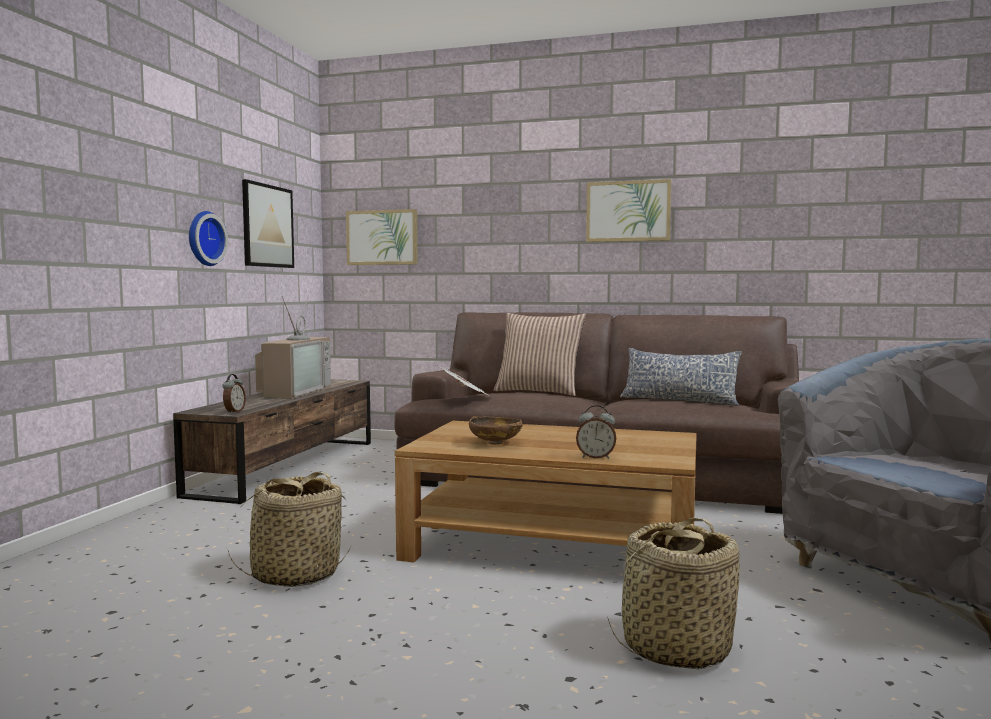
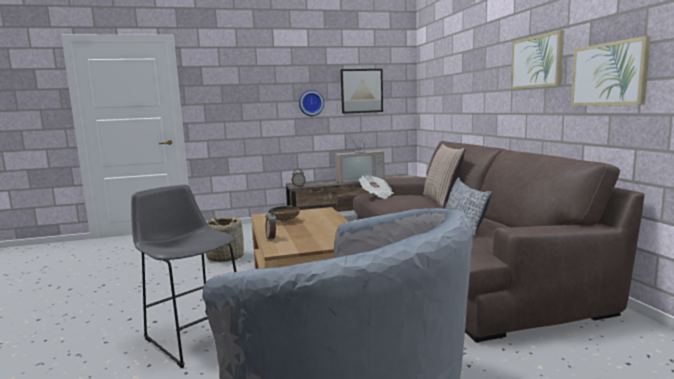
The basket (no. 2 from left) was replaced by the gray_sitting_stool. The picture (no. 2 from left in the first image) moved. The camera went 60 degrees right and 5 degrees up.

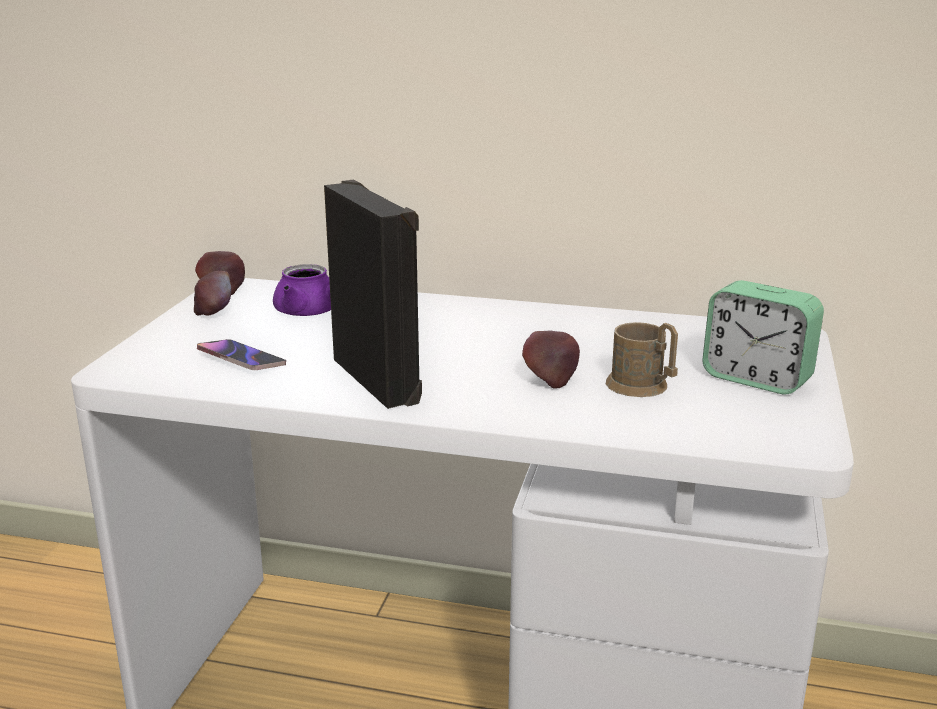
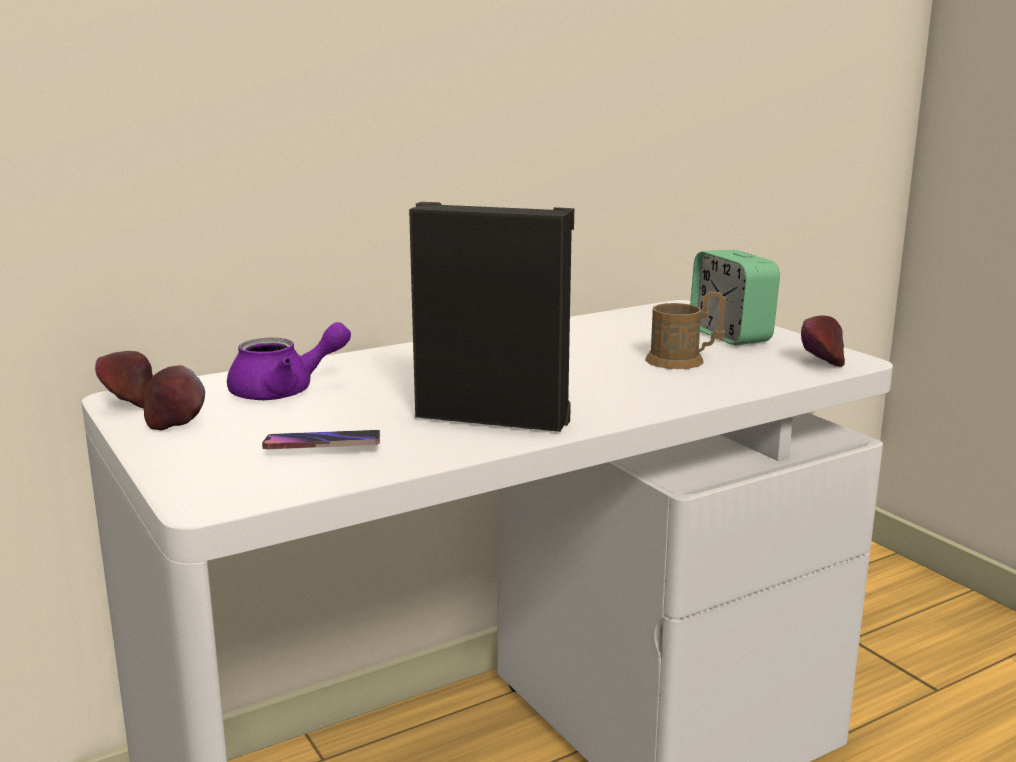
The bedside_clock turned 75 degrees clockwise. The whole_apple (no. 3 from left) moved. The camera went 45 degrees left and 5 degrees down.

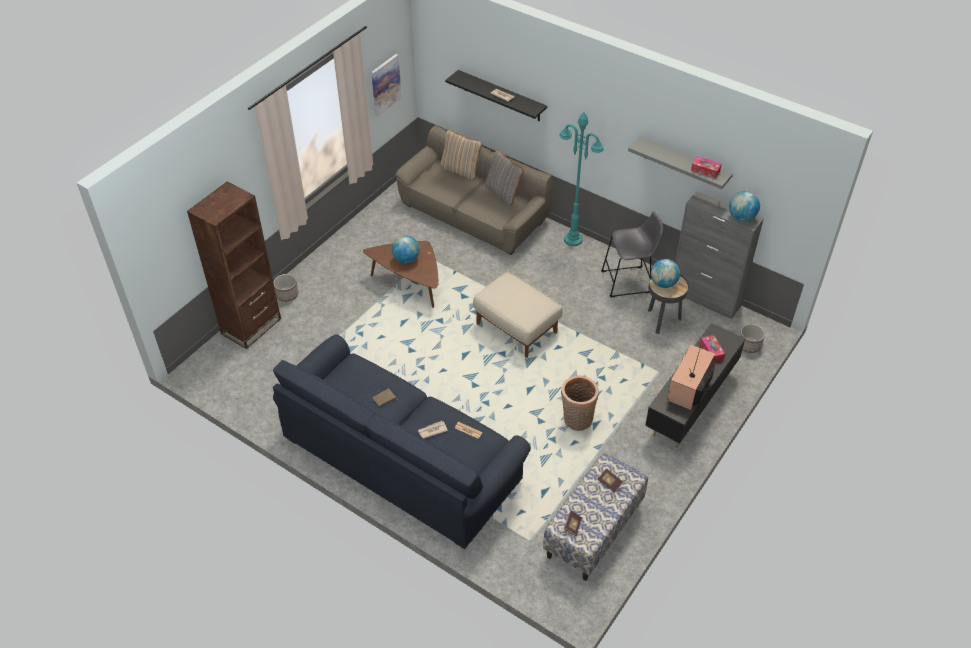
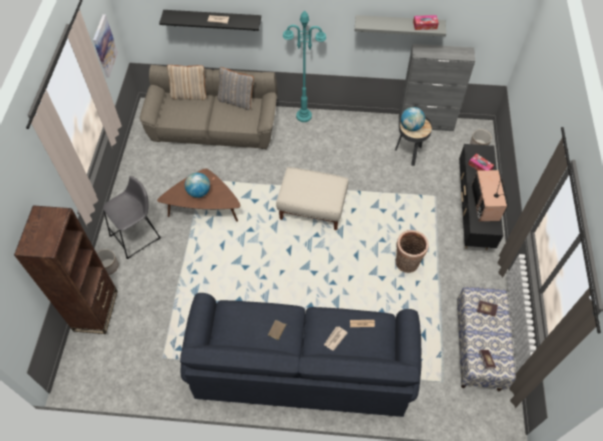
The gray_sitting_stool moved. The world_globe (no. 3 from left) disappeared. The camera went 30 degrees left and 10 degrees up.

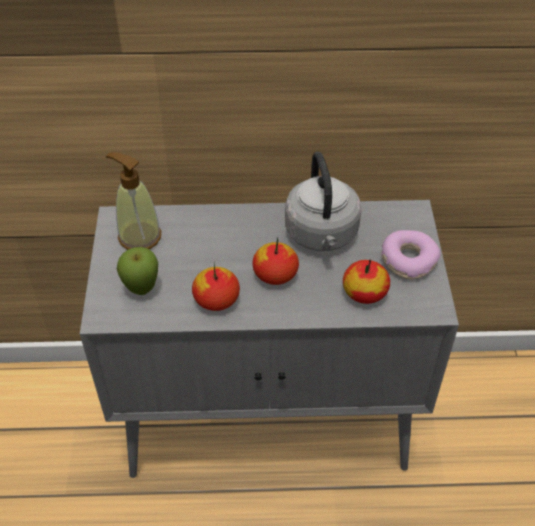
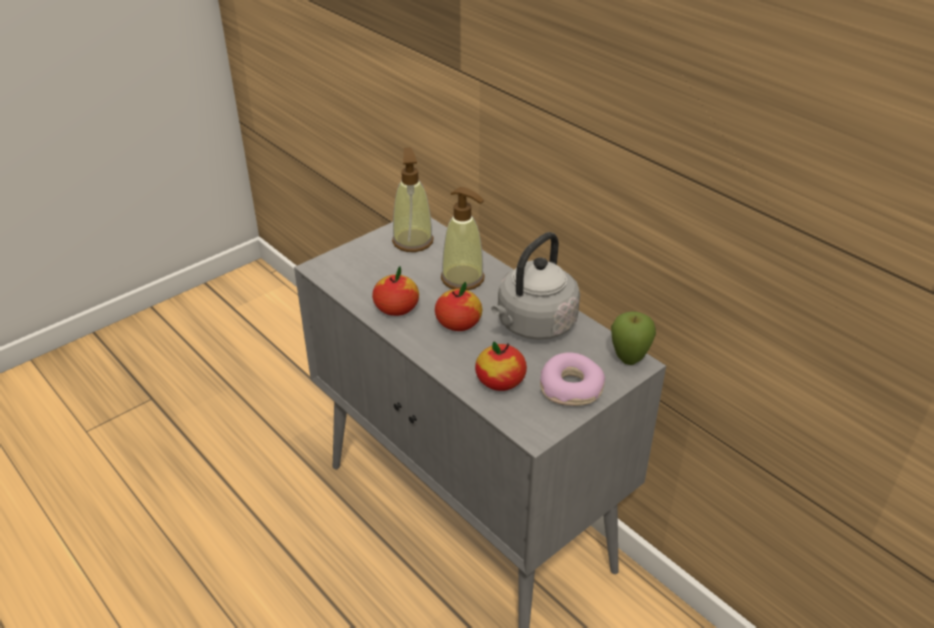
The liquid_soap_bottle (no. 2 from left) appeared. The whole_apple (no. 1 from left in the first image) moved. The camera went 50 degrees right and 10 degrees down.

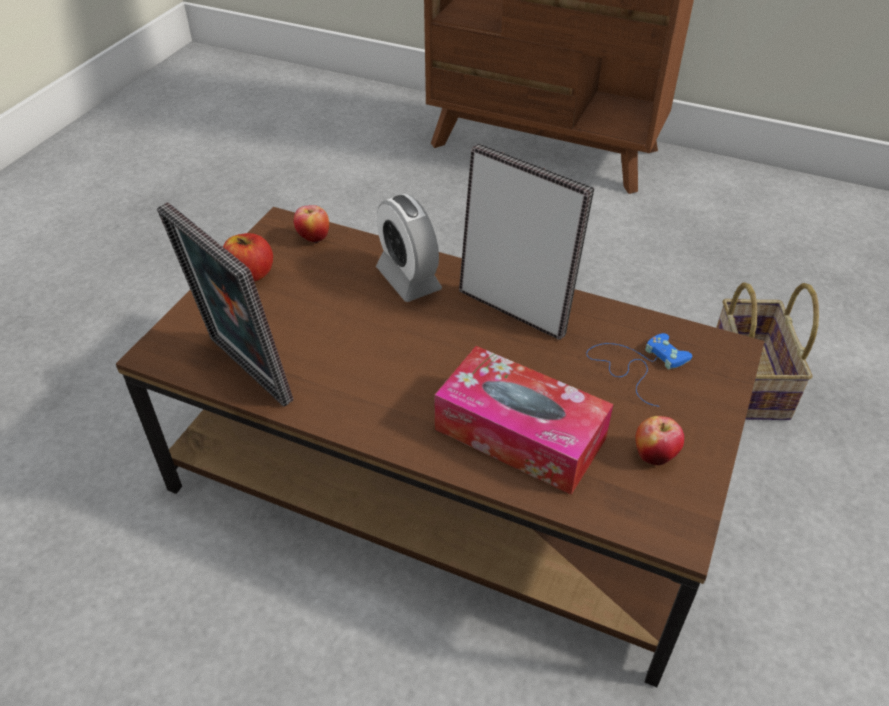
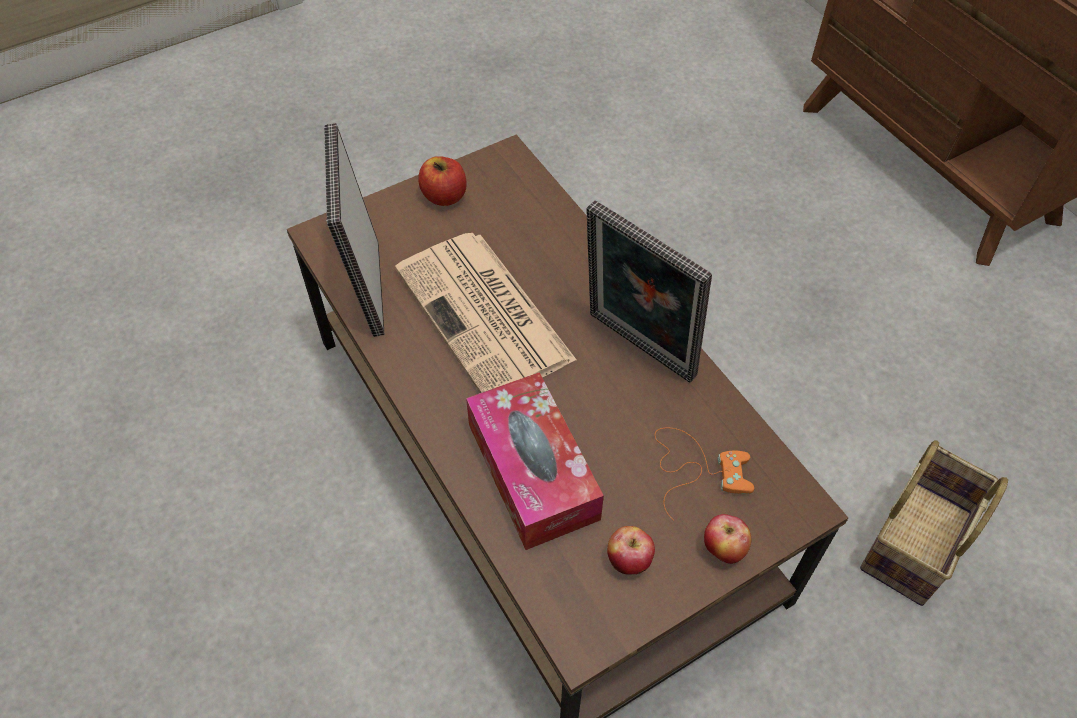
The printed_paper appeared. The photo_frame (no. 2 from left) turned 150 degrees clockwise. The blue_game_controller became the orange_game_controller. The whole_apple (no. 2 from left in the first image) moved. The bedside_clock disappeared. The camera went 35 degrees right and 10 degrees up.

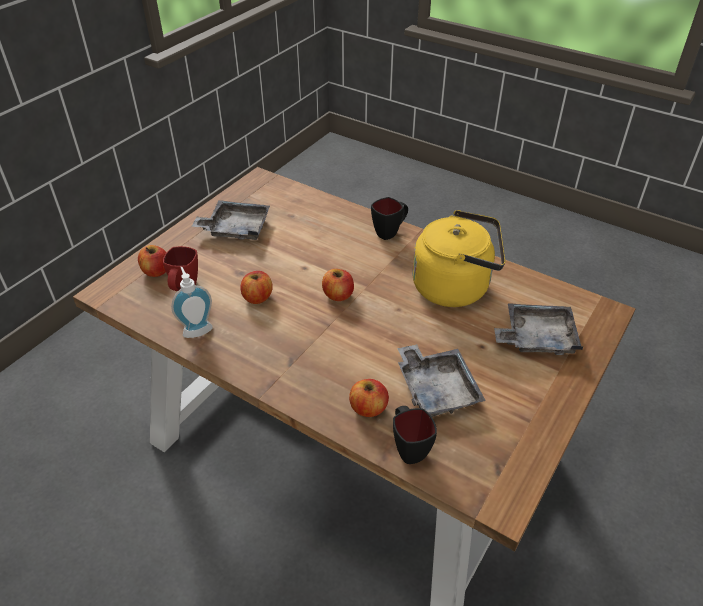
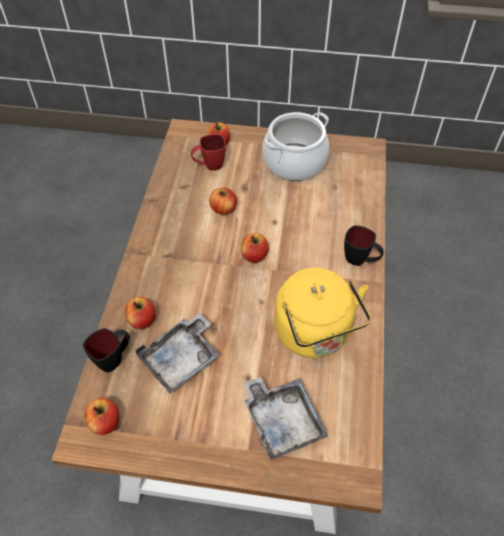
The whole_apple (no. 1 from left) appeared. The gray_carrying_tray (no. 1 from left) was replaced by the cooking_pot. The liquid_soap_bottle disappeared. The camera went 65 degrees right and 10 degrees up.

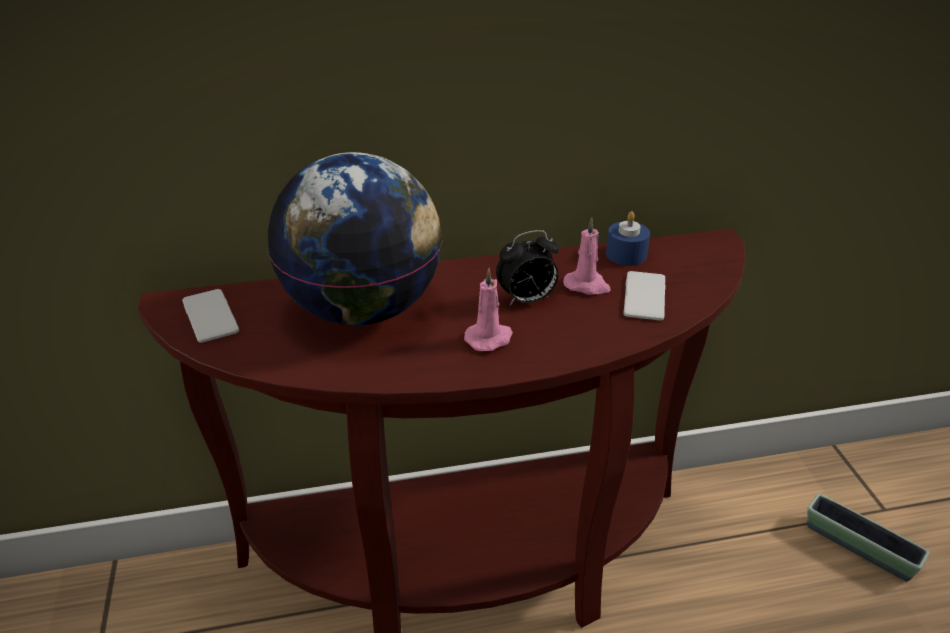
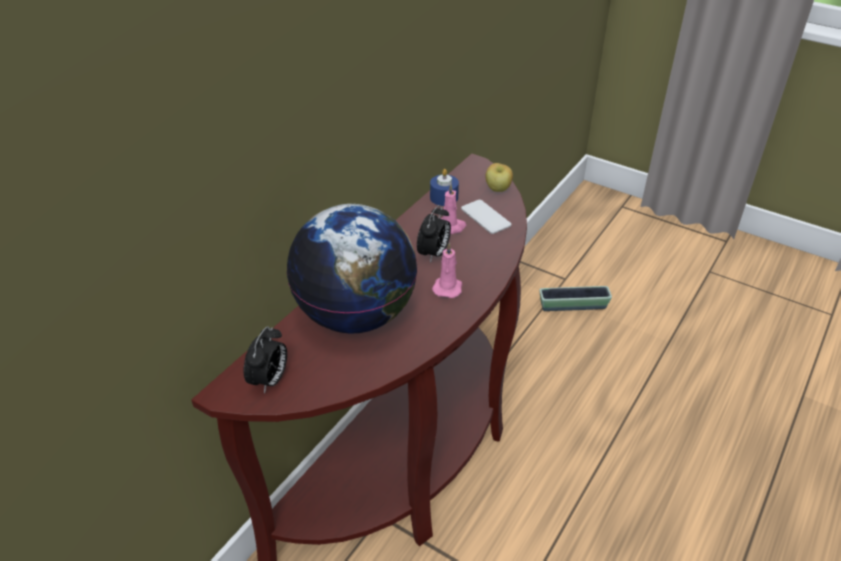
The handset (no. 1 from left) was replaced by the bedside_clock (no. 1 from left). The whole_apple appeared. The camera went 45 degrees left and 5 degrees up.

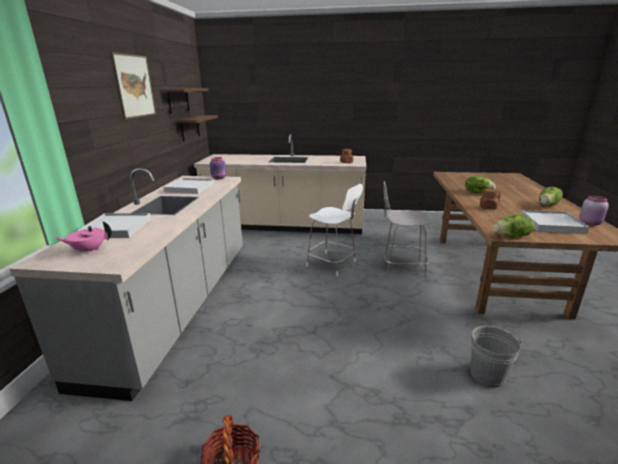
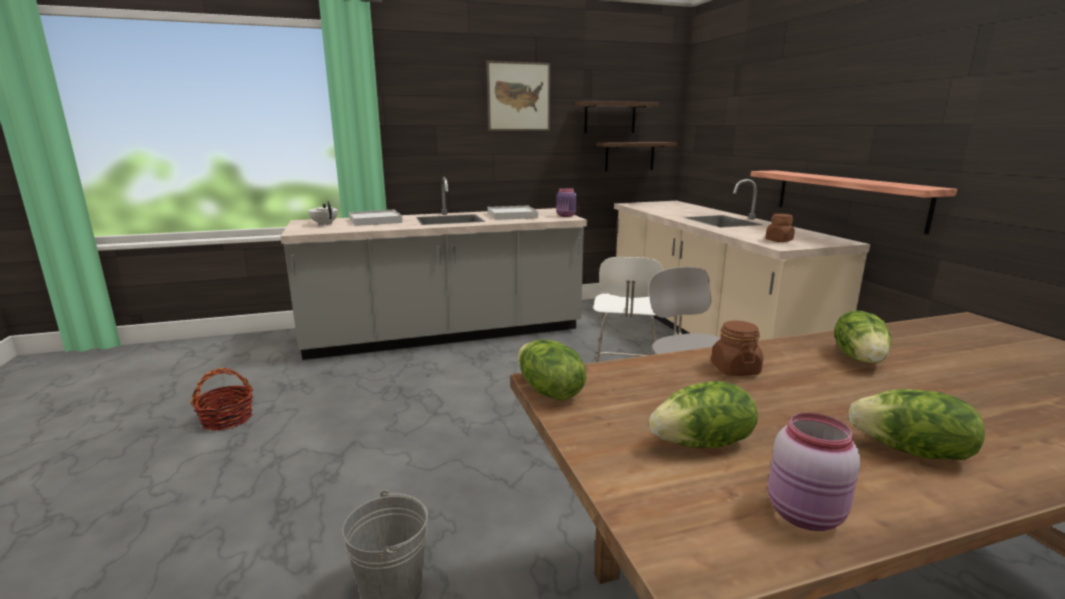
The pinkish_tea_pot became the white_tea_pot. The white_carrying_tray (no. 3 from left) was replaced by the lettuce (no. 2 from left). The bracket_shelf (no. 3 from left) appeared. The camera went 65 degrees right and 5 degrees down.

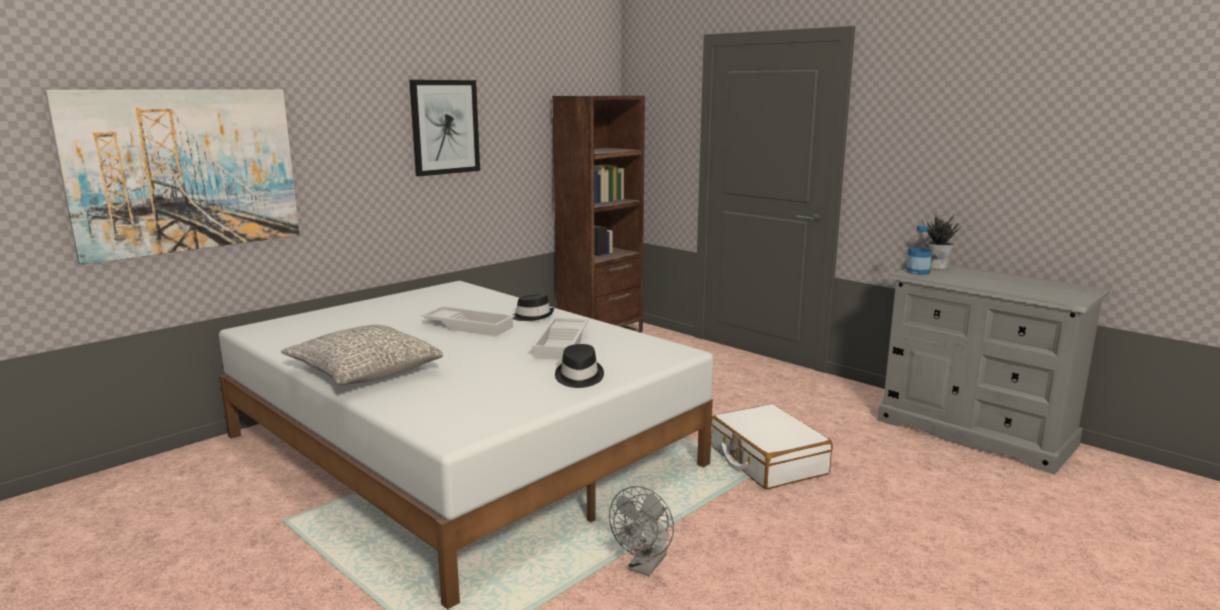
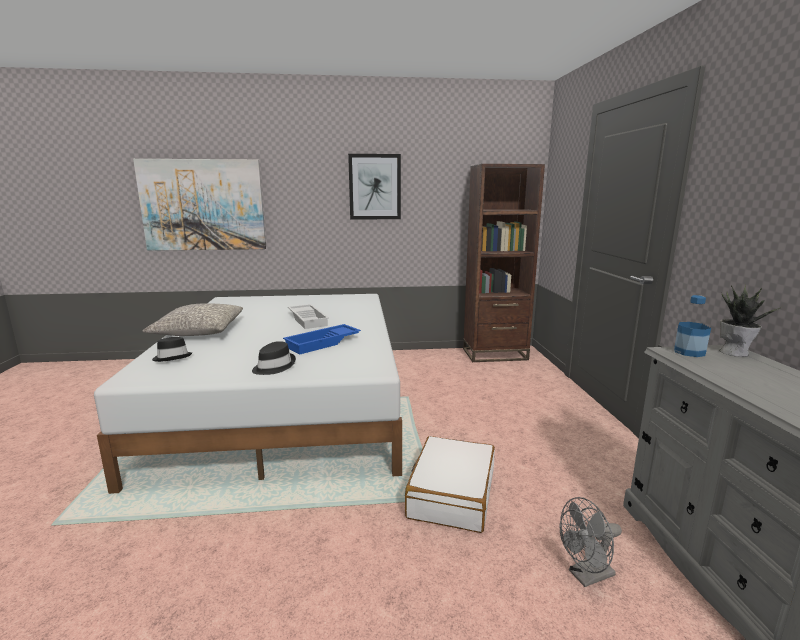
The blackish_wearable_hat (no. 1 from left) moved. The white_carrying_tray (no. 2 from left) became the blue_carrying_tray. The gray_electric_fan moved. The camera went 40 degrees right and 0 degrees up.

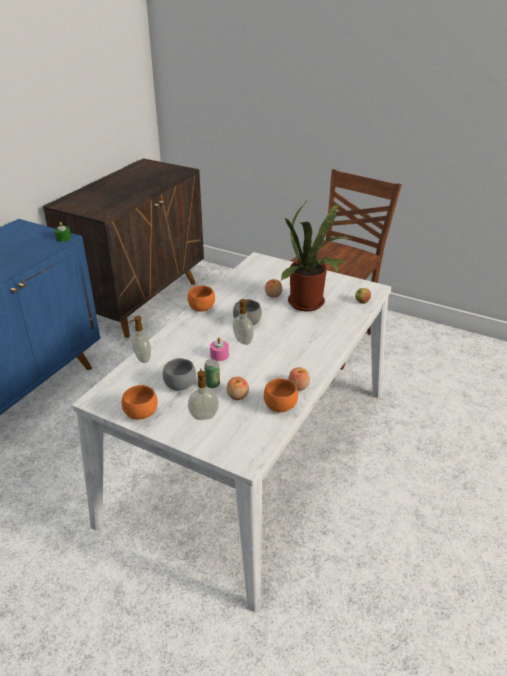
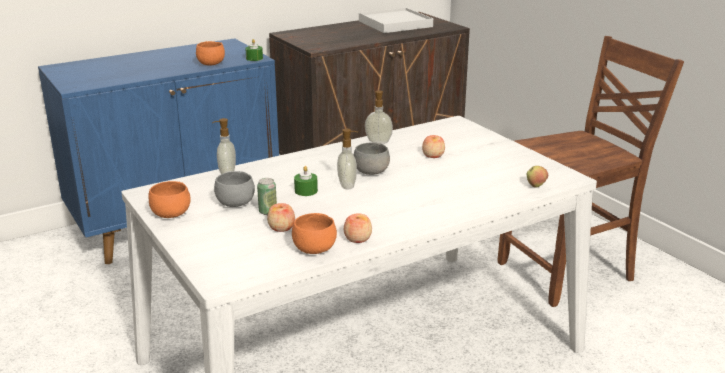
The orange_bowl (no. 2 from left) moved. The pinkish_candle became the green-coloured_candle (no. 2 from left). The white_carrying_tray appeared. The liquid_soap_bottle (no. 2 from left in the first image) moved. The houseplant disappeared. The camera went 30 degrees right and 10 degrees down.

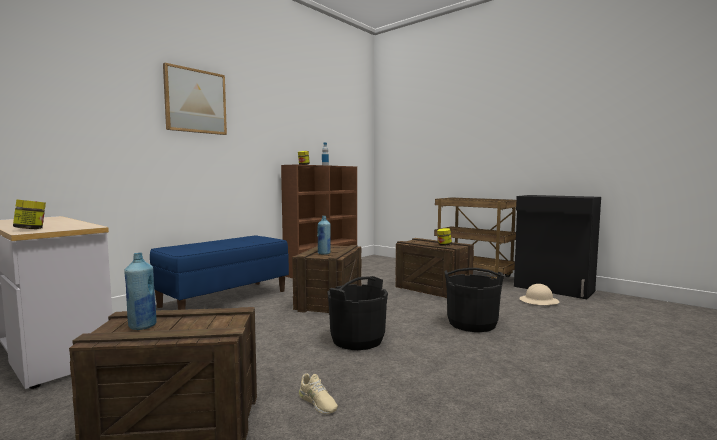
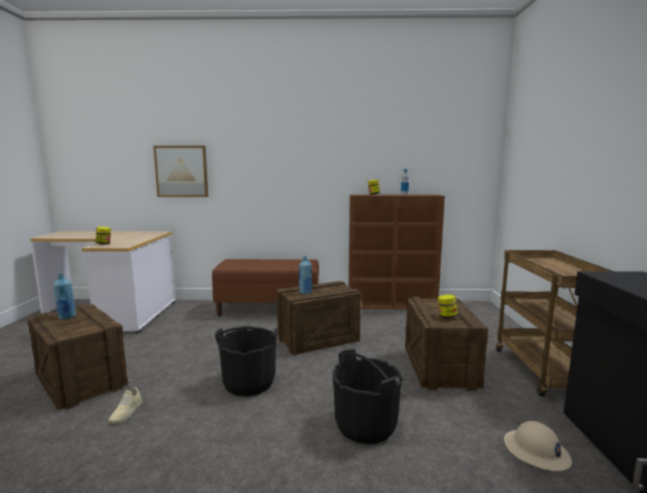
The picture moved. The blue_indoor_bench became the brown_indoor_bench. The camera went 50 degrees right and 5 degrees up.

